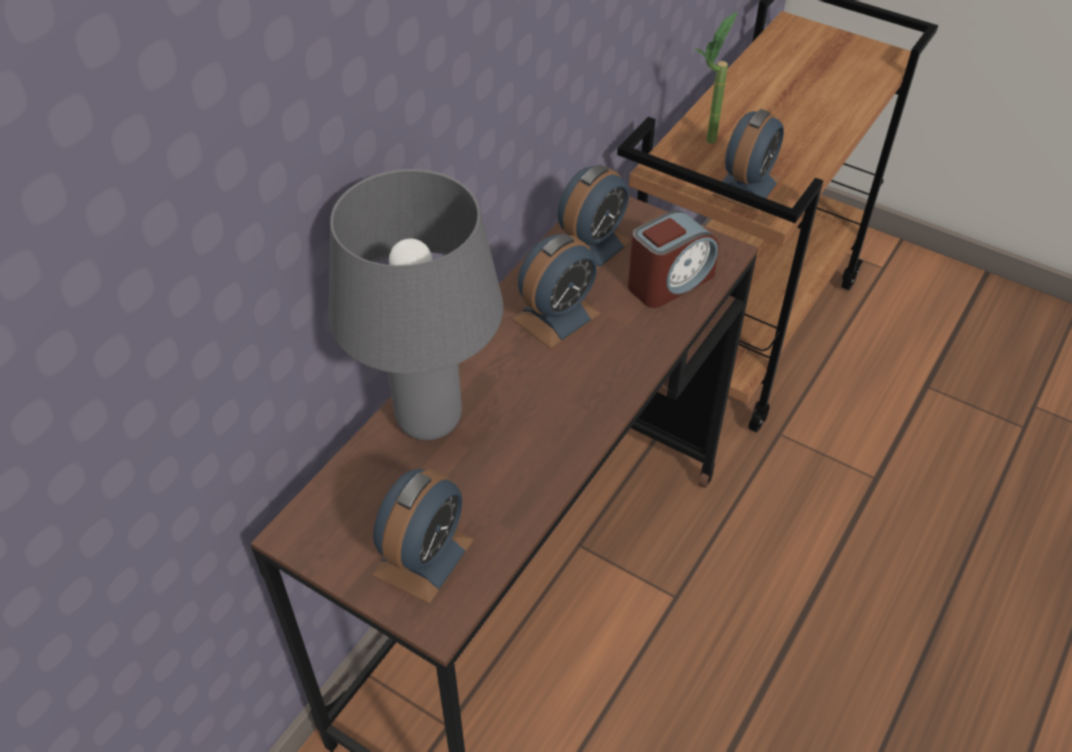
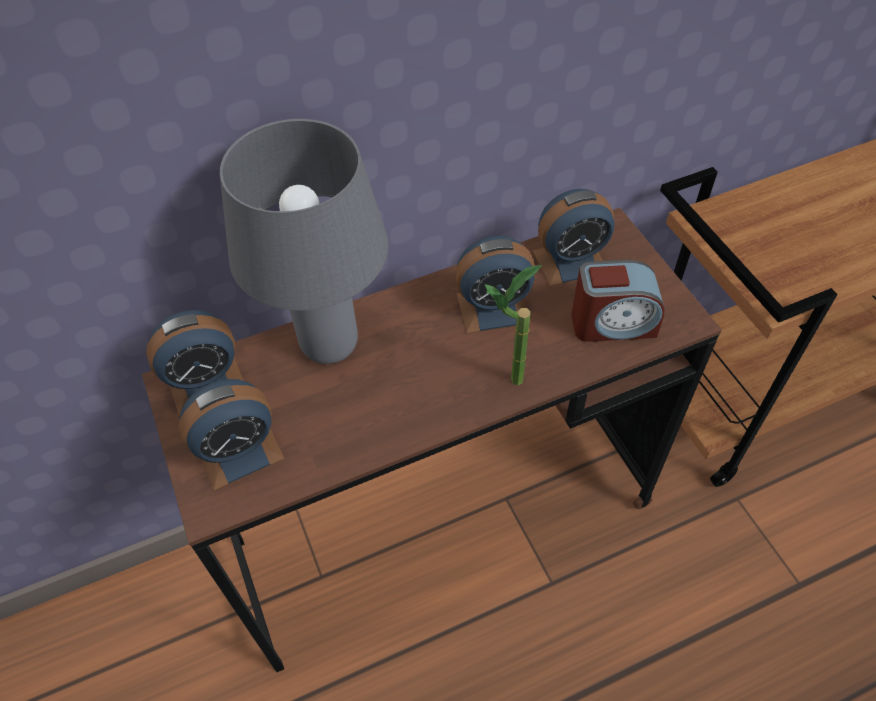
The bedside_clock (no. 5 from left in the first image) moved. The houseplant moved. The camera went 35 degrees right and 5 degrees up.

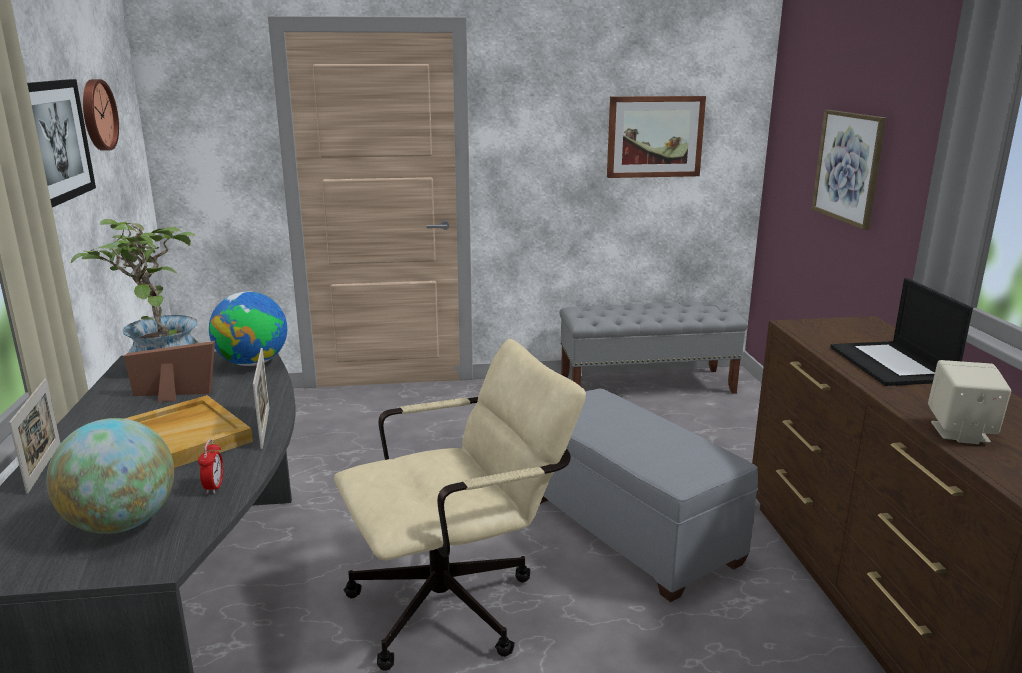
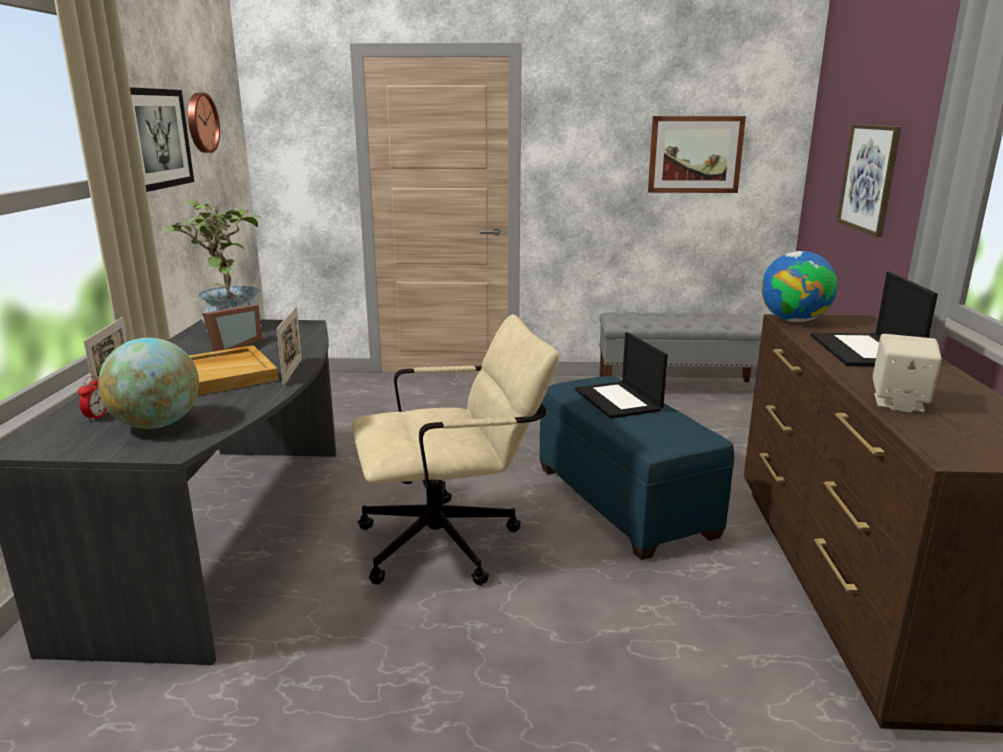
The bedside_clock moved. The photo_frame (no. 2 from left) turned 105 degrees clockwise. The gray_pouffe became the blue_pouffe. The laptop (no. 1 from left) appeared. The world_globe (no. 2 from left) moved. The camera went 10 degrees right and 0 degrees up.

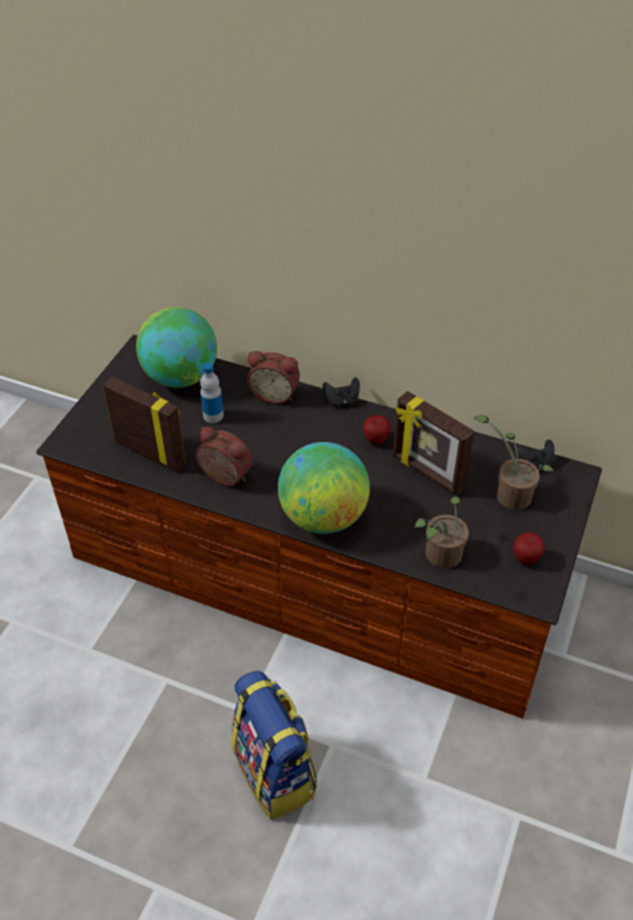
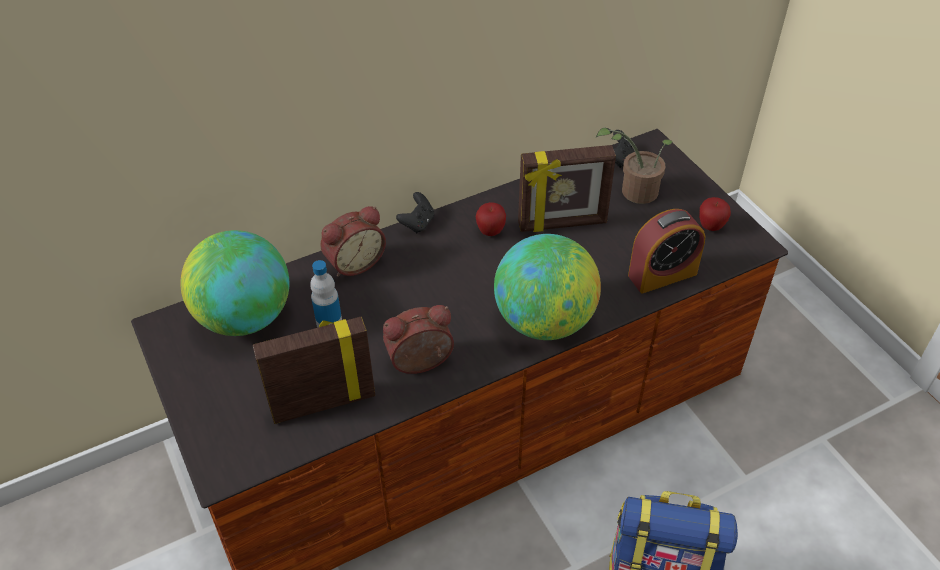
The houseplant (no. 1 from left) was replaced by the bedside_clock (no. 3 from left). The camera went 50 degrees left and 0 degrees up.

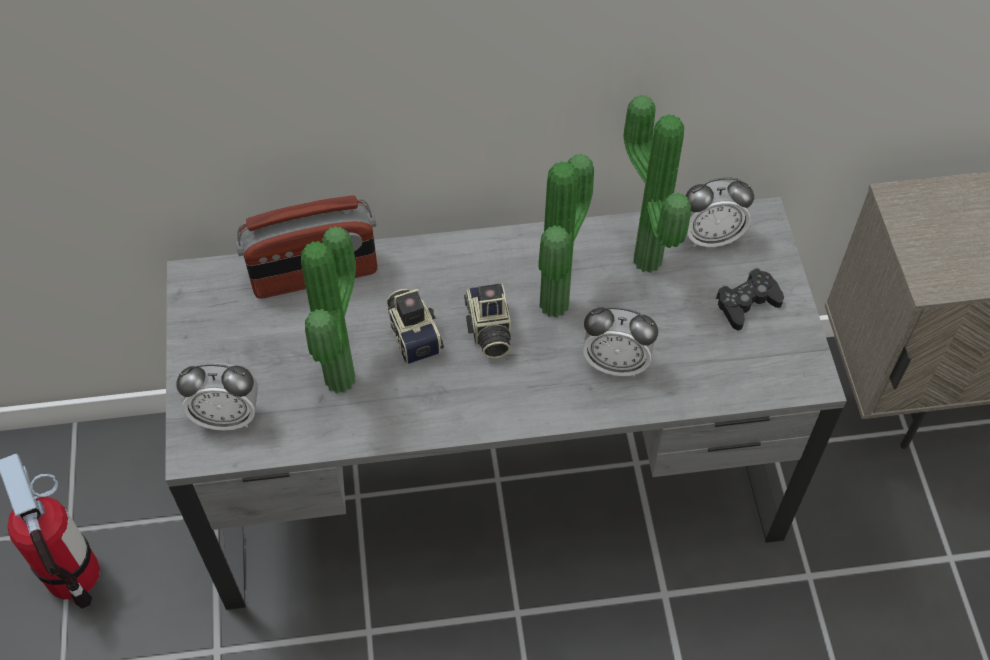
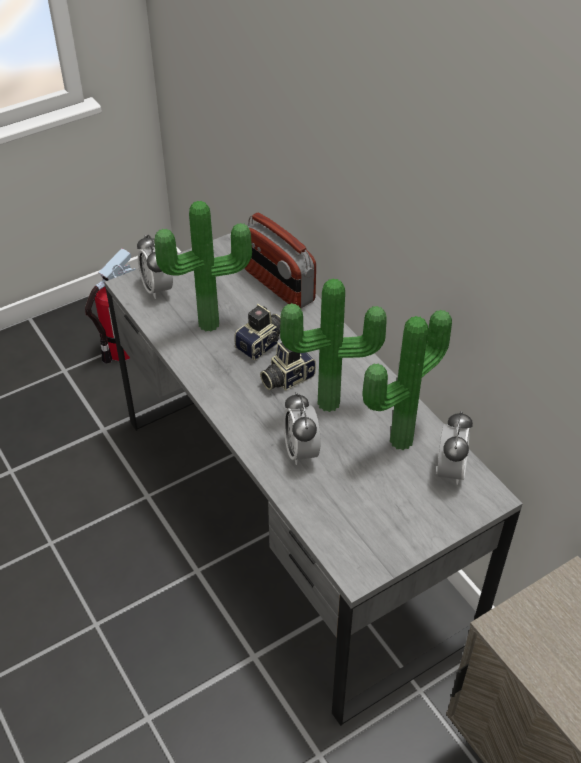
The bedside_clock (no. 3 from left) turned 135 degrees counterclockwise. The blackish_game_controller disappeared. The camera went 65 degrees right and 10 degrees down.

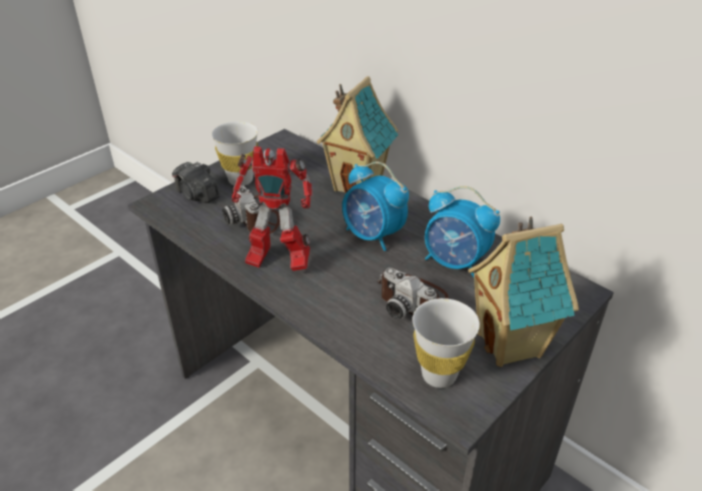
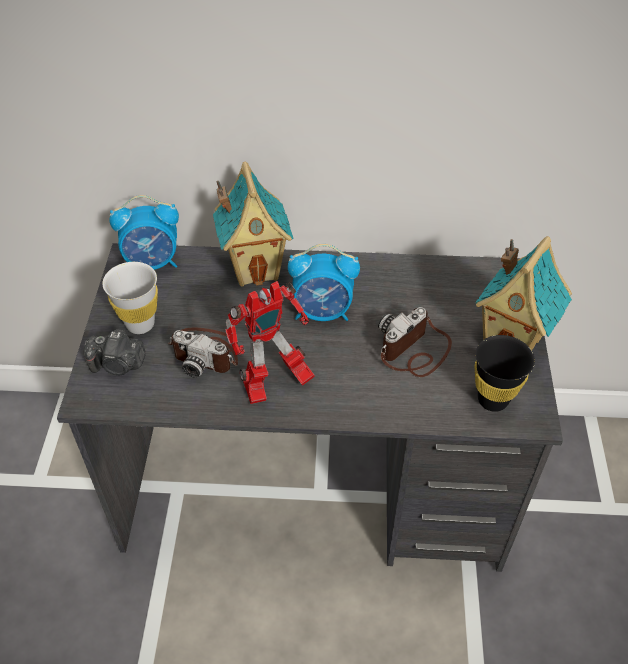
The bedside_clock (no. 2 from left in the first image) moved. The still_camera (no. 3 from left) turned 135 degrees clockwise. The white_cup (no. 2 from left) became the blackish_cup. The camera went 40 degrees left and 10 degrees up.

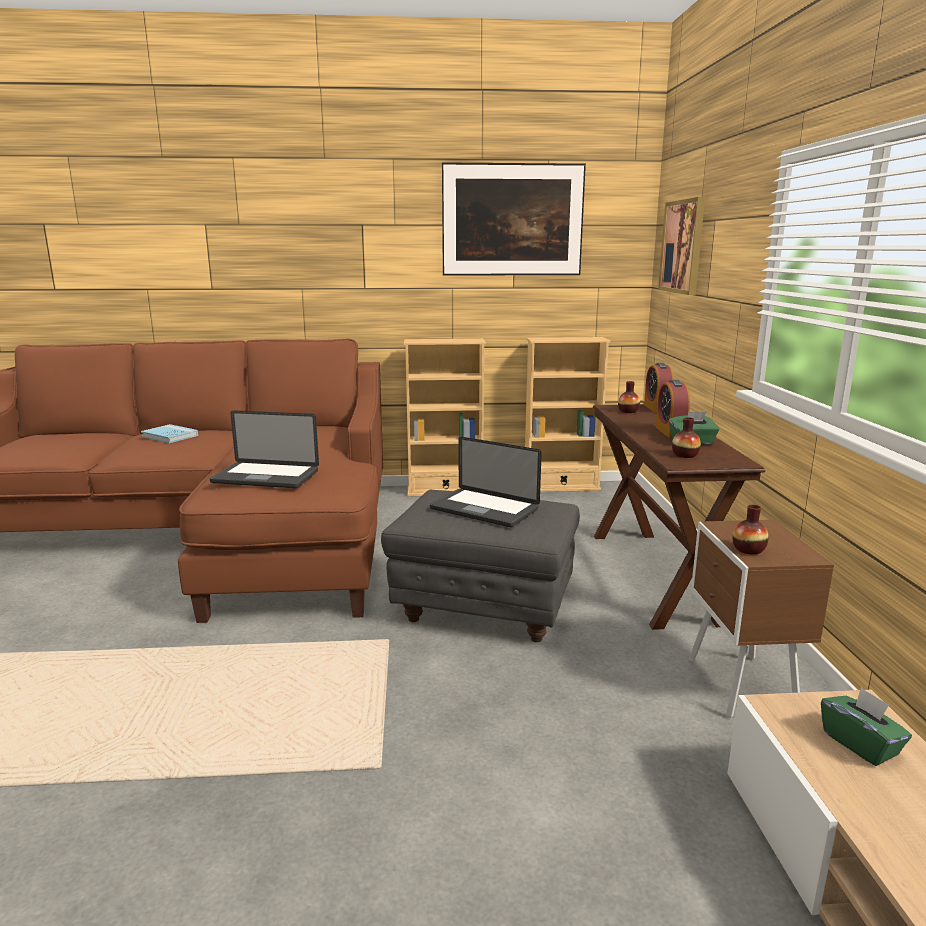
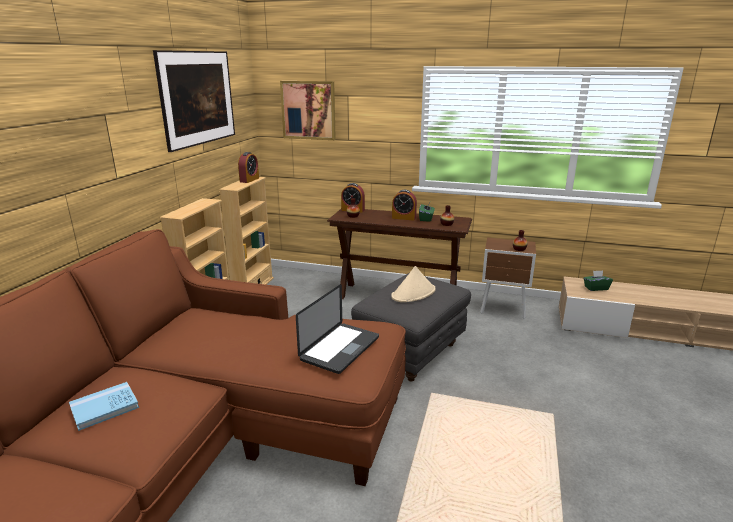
The bedside_clock (no. 1 from left) appeared. The laptop (no. 2 from left) was replaced by the beige_wearable_hat. The camera went 70 degrees left and 5 degrees up.

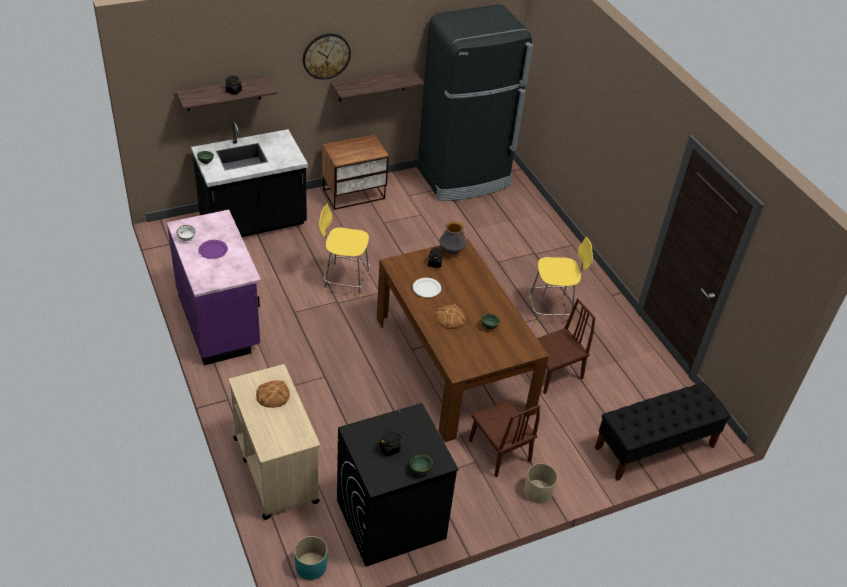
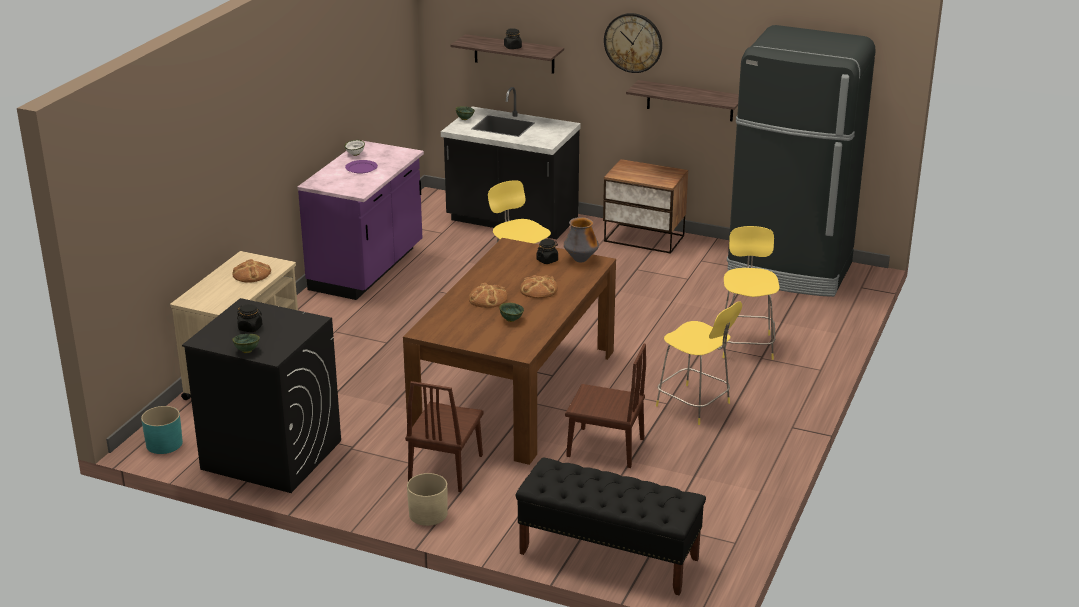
The baked_bread (no. 3 from left) appeared. The yellow_sitting_stool (no. 3 from left) appeared. The white_dinner_plate disappeared. The camera went 50 degrees right and 15 degrees down.

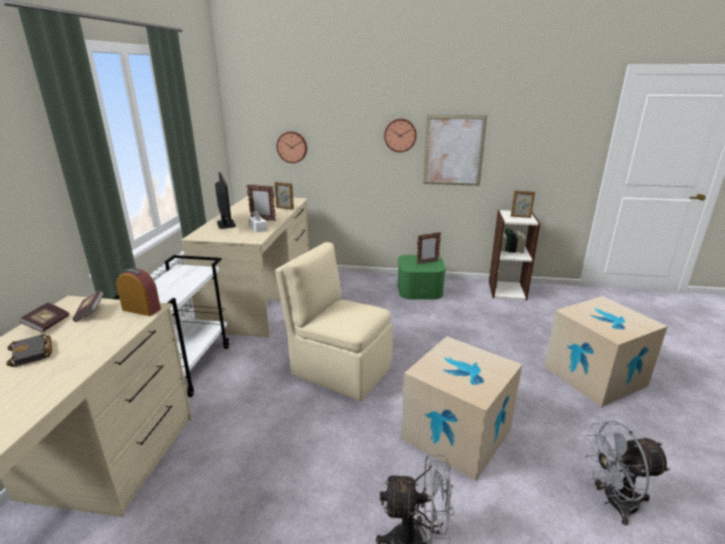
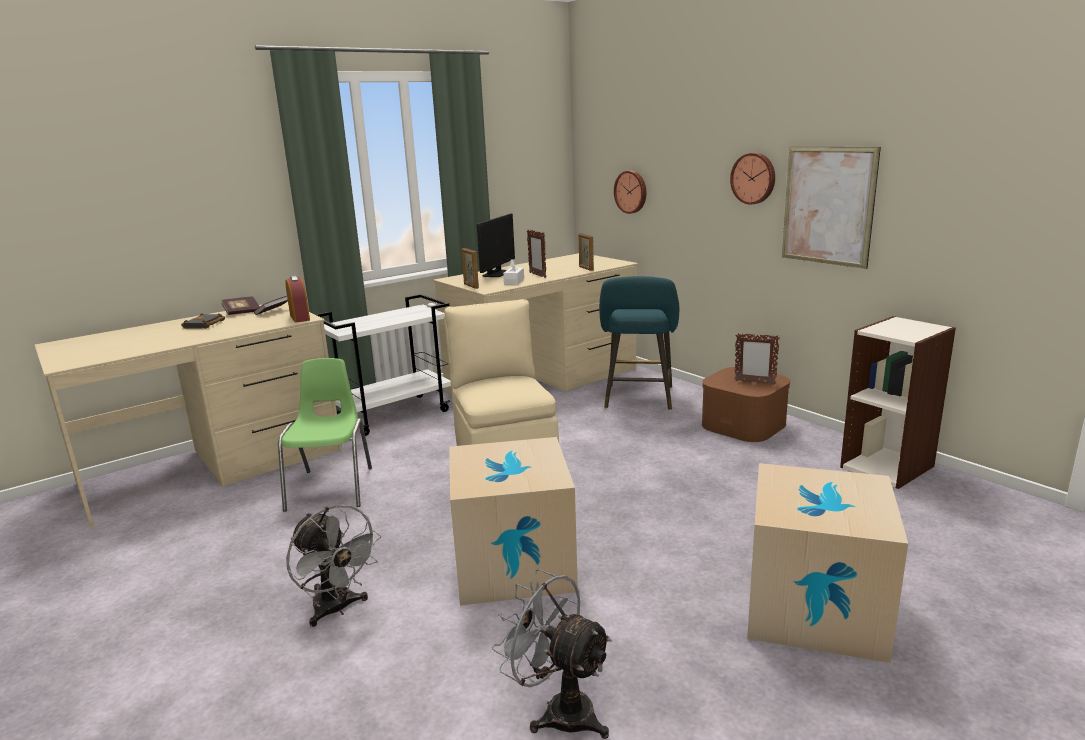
The green-coloured_plain_chair appeared. The photo_frame (no. 4 from left in the first image) moved. The turquoise_sitting_stool appeared. The green-coloured_storage_bin became the brown_storage_bin. The camera went 45 degrees right and 5 degrees down.

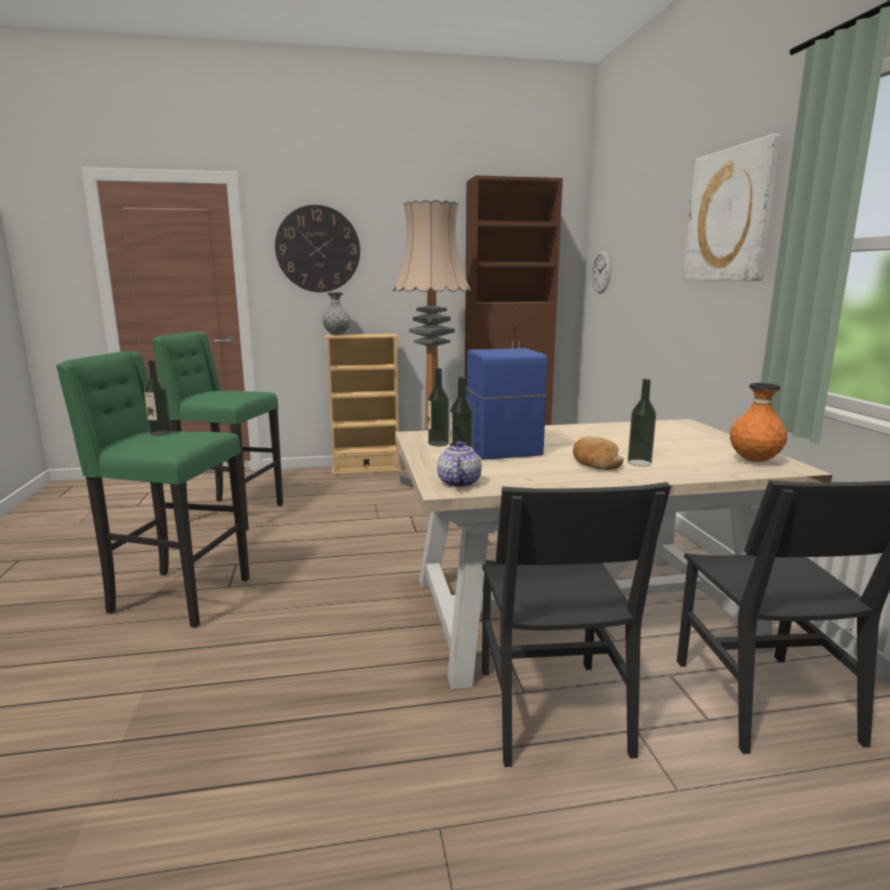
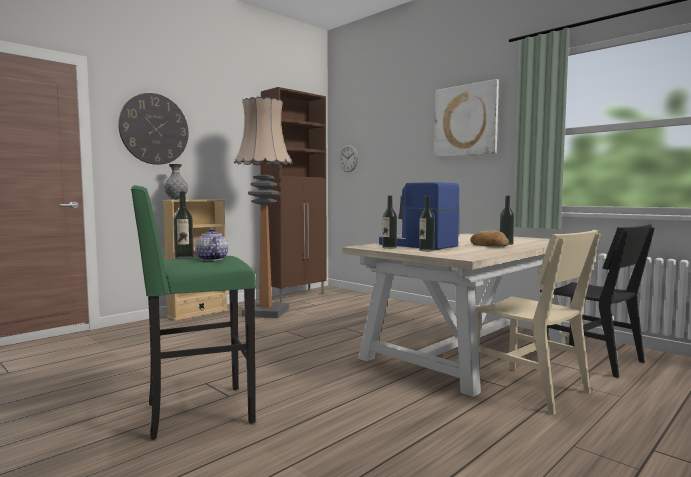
The tea_pot moved. The blackish_plain_chair (no. 1 from left) became the beige_plain_chair. The green-coloured_sitting_stool (no. 2 from left) disappeared. The orange_flower_vase disappeared. The camera went 35 degrees left and 10 degrees down.

